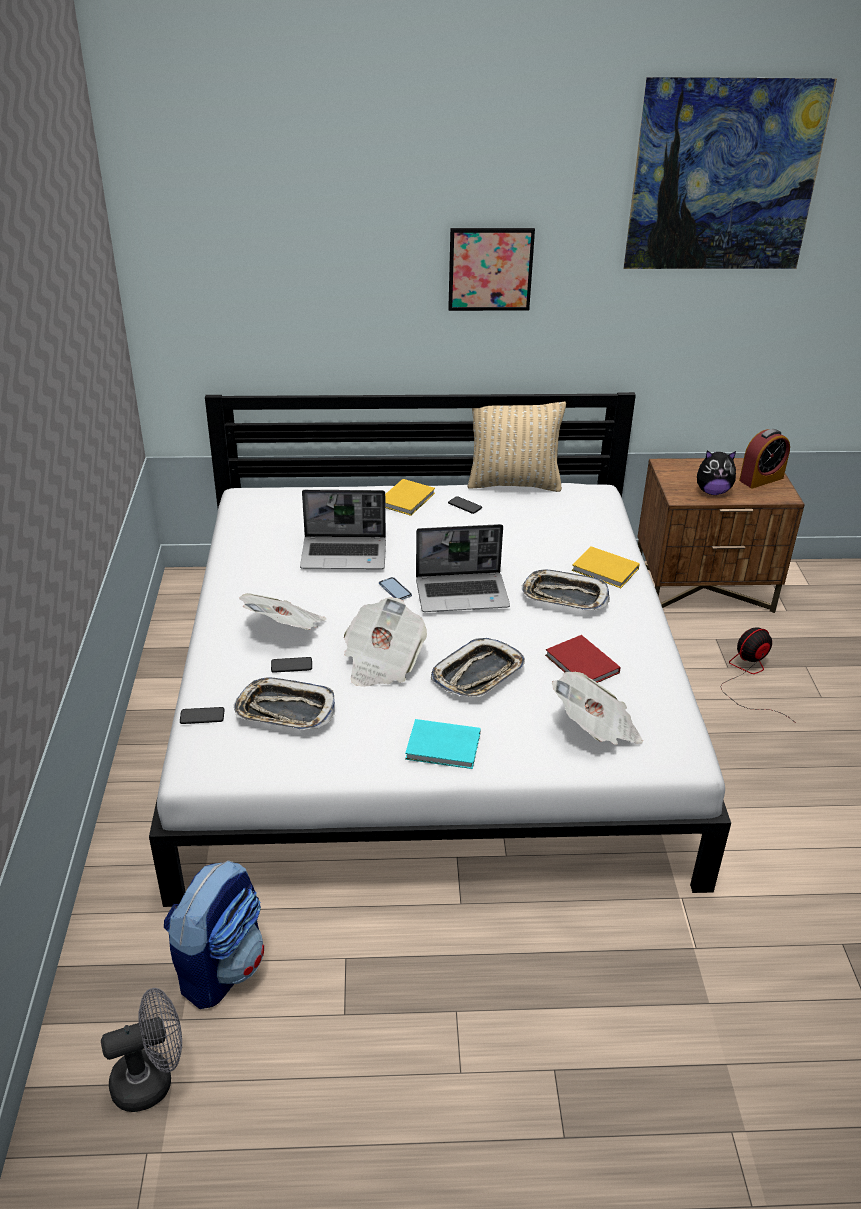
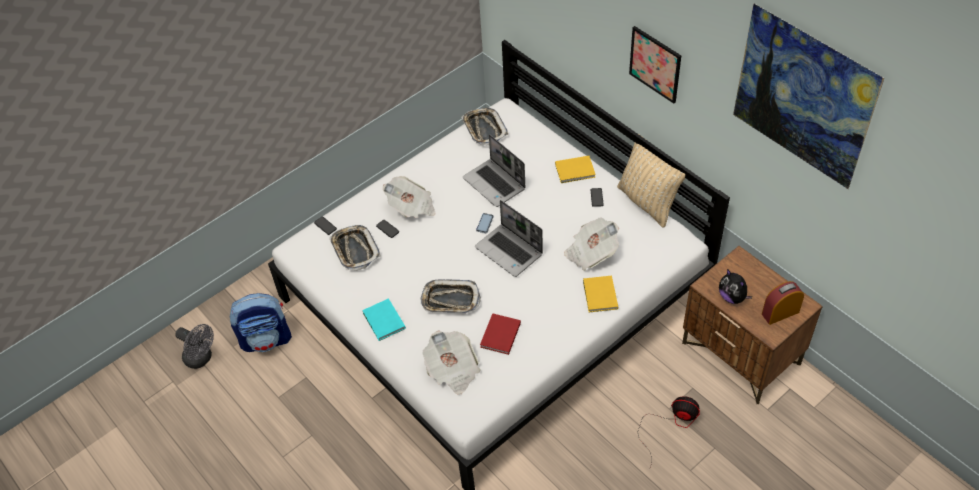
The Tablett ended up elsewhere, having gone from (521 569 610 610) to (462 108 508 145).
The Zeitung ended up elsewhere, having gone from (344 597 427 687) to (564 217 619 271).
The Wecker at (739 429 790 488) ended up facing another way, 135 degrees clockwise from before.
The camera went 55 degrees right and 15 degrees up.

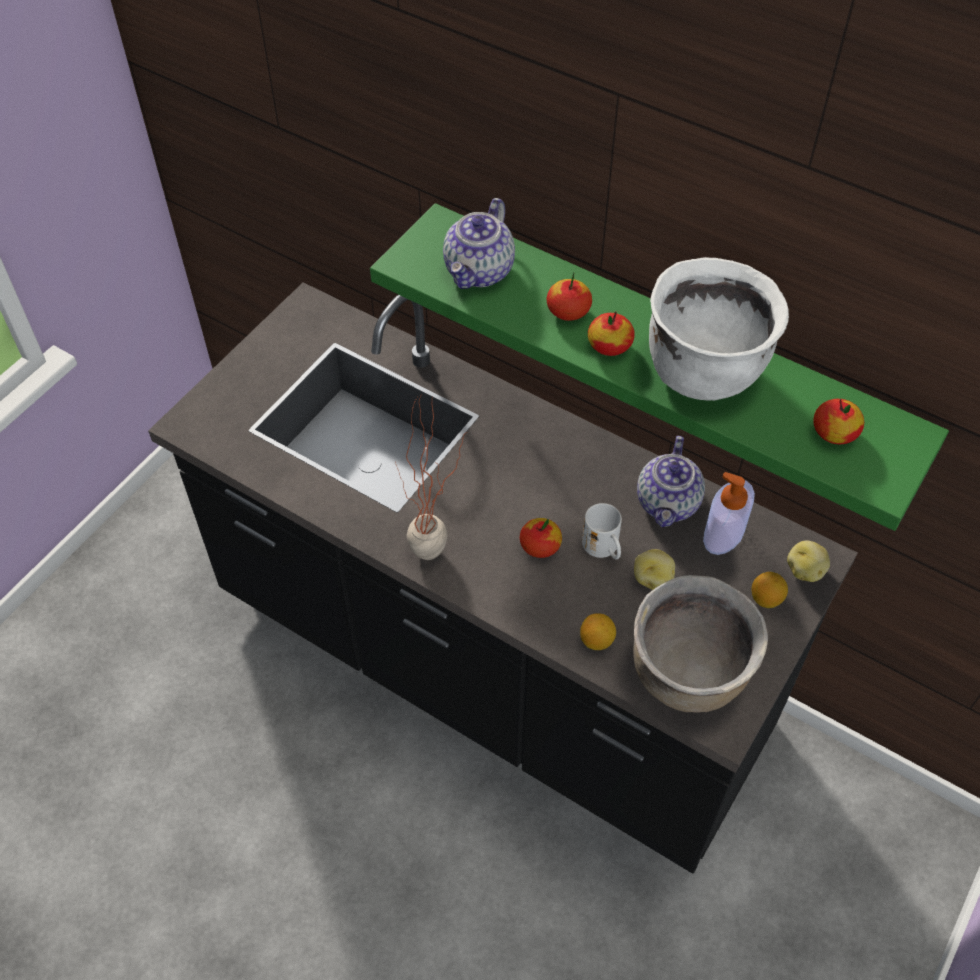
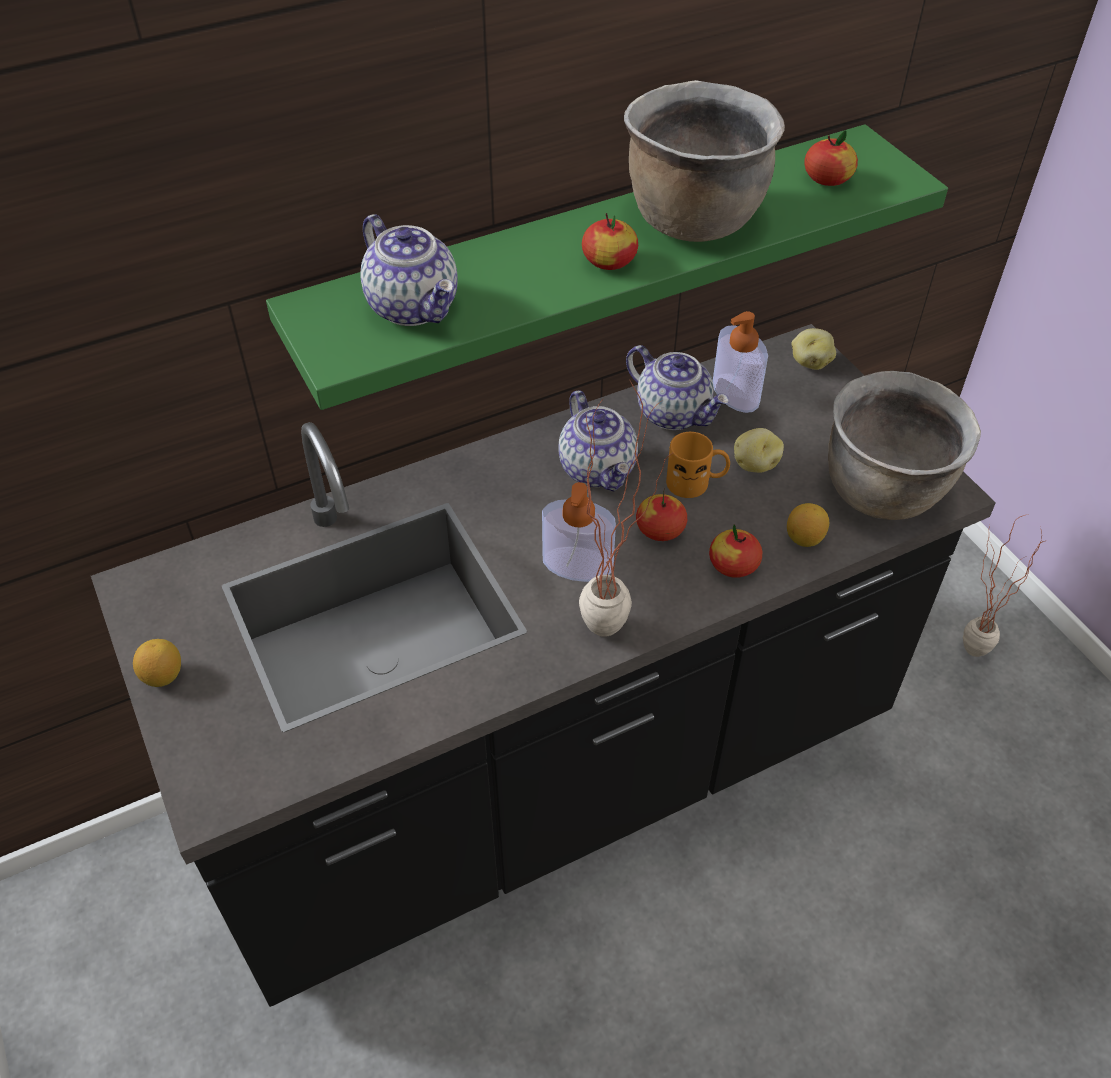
The Zitrone ended up elsewhere, having gone from (751 572 788 608) to (133 639 181 687).
The second view gained the Seifenspender at (542 482 616 582).
The second view gained the Teekanne at (558 390 638 492).
What was the Kochtopf/weiß at (649 257 789 401) turned into the Kochtopf/braun at (624 80 785 242).
What was the Henkelbecher/weiß at (582 503 622 560) turned into the Henkelbecher/orange at (666 432 730 498).
The Apfel ended up elsewhere, having gone from (547 273 592 321) to (709 524 762 578).
The second view gained the Topfpflanze at (963 515 1047 657).
The camera went 60 degrees left and 5 degrees down.

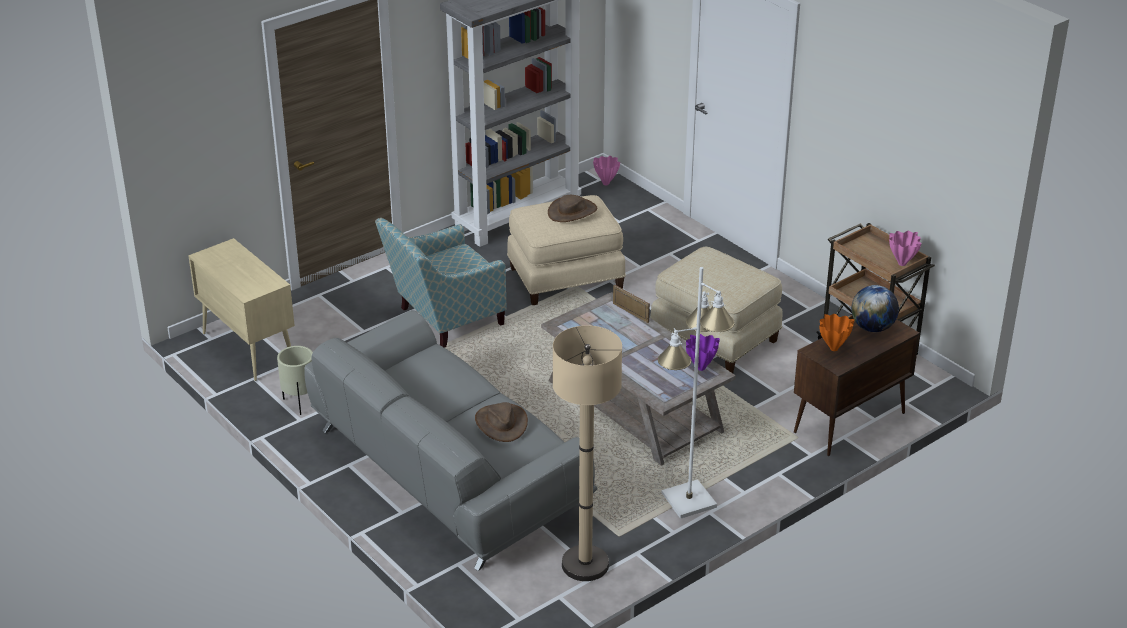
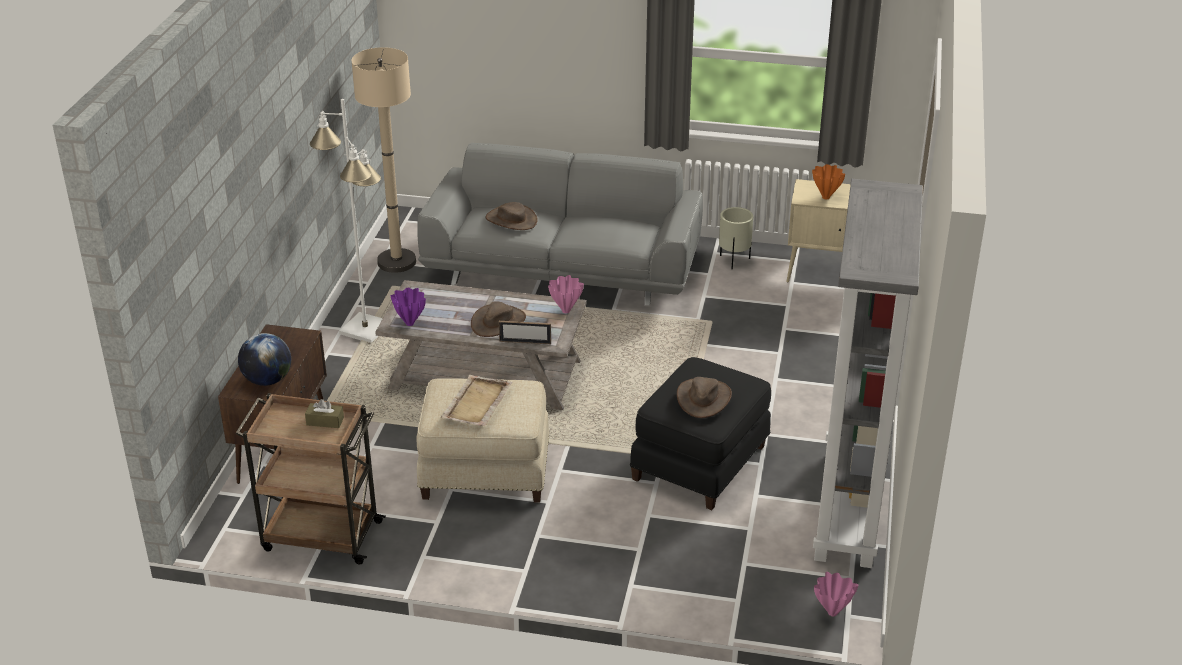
The second view gained the Taschentuchbox/braun at (305 399 344 428).
The second view gained the Tablett/beige at (441 375 512 426).
The second view gained the Hut/braun at (471 301 526 337).
The Vase/rosa ended up elsewhere, having gone from (889 231 922 266) to (548 275 584 313).
What was the Polsterhocker/beige at (507 195 626 305) turned into the Polsterhocker/schwarz at (630 357 771 510).
The Vase/orange ended up elsewhere, having gone from (819 314 854 351) to (812 164 845 200).
The second view lost the Sessel at (375 218 507 348).
The camera went 140 degrees right and 0 degrees up.

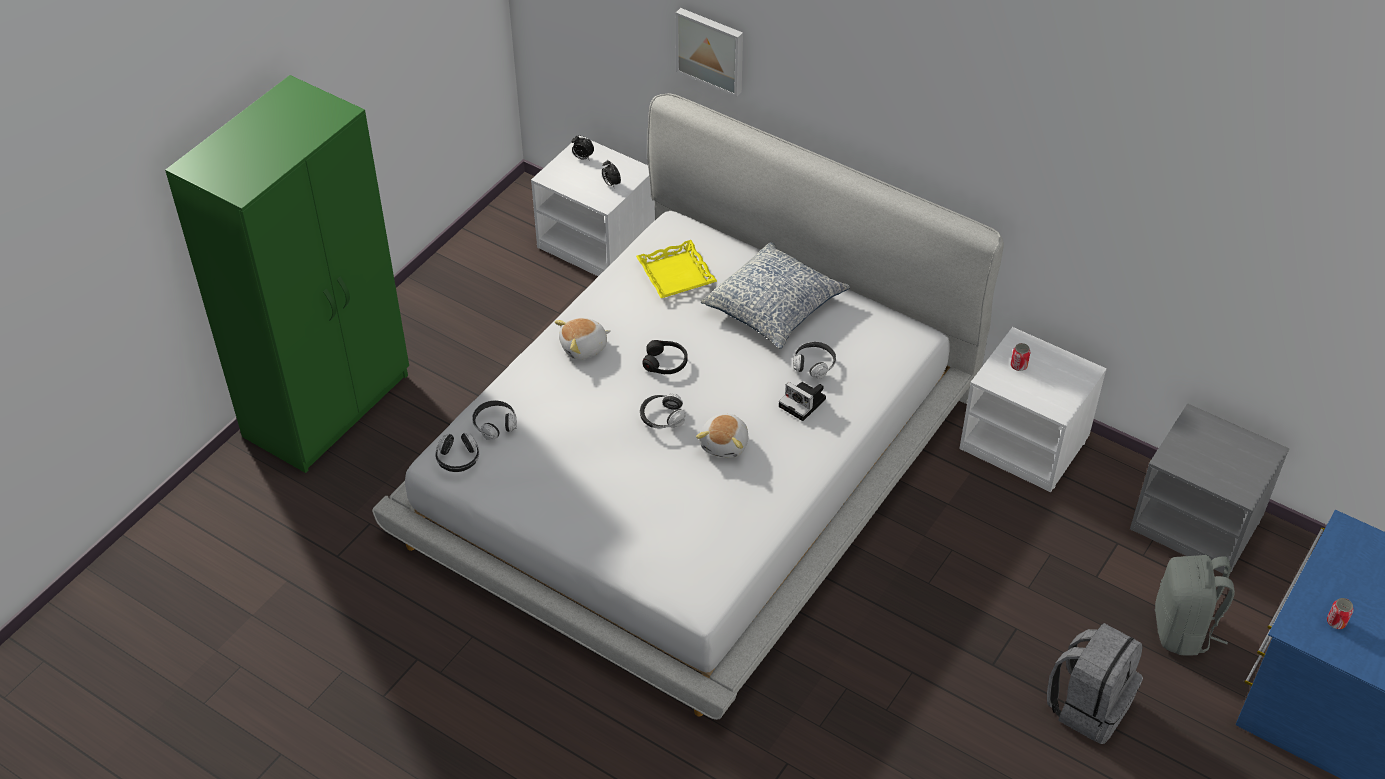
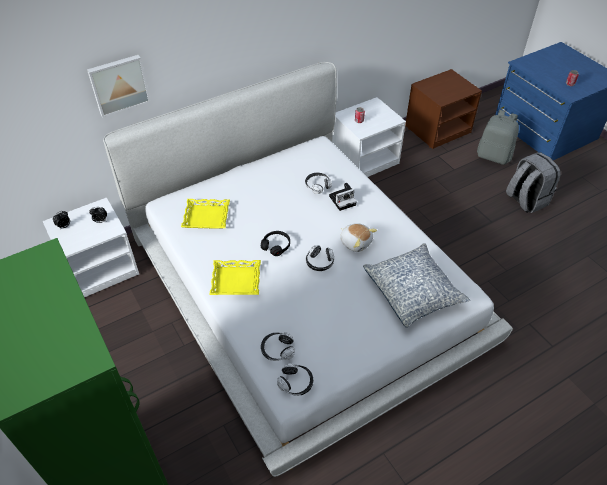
Where the Plüschtier stood at (554 318 611 360), the Tablett/gelb came to stand at (209 260 261 295).
The Kissen ended up elsewhere, having gone from (701 242 850 349) to (363 243 470 328).
What was the Nachttisch/grau at (1130 403 1289 573) turned into the Nachttisch/braun at (405 69 482 149).
The camera went 65 degrees left and 0 degrees up.

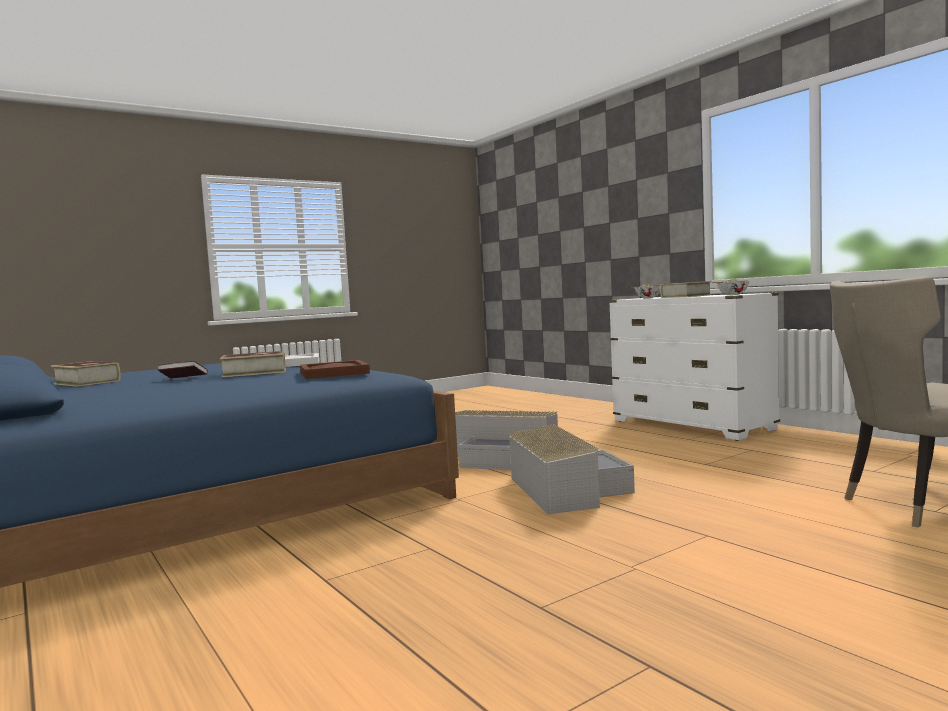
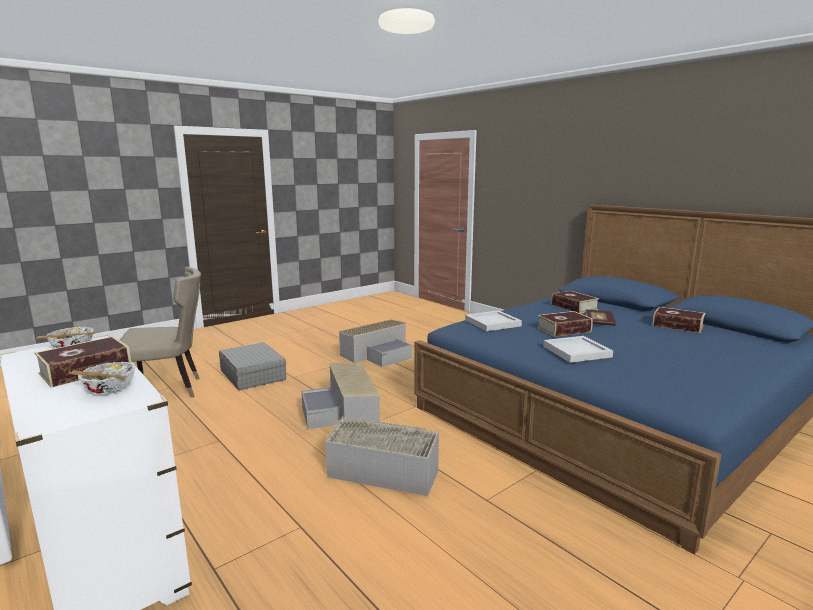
The second view gained the Koffer/grau at (219 342 286 390).
The second view gained the Aufbewahrungsbox/grau at (339 320 412 367).
What was the Tablett/braun at (300 360 370 379) turned into the Tablett/weiß at (465 310 522 331).
The second view gained the Buch at (551 291 599 313).
The camera went 175 degrees right and 10 degrees up.

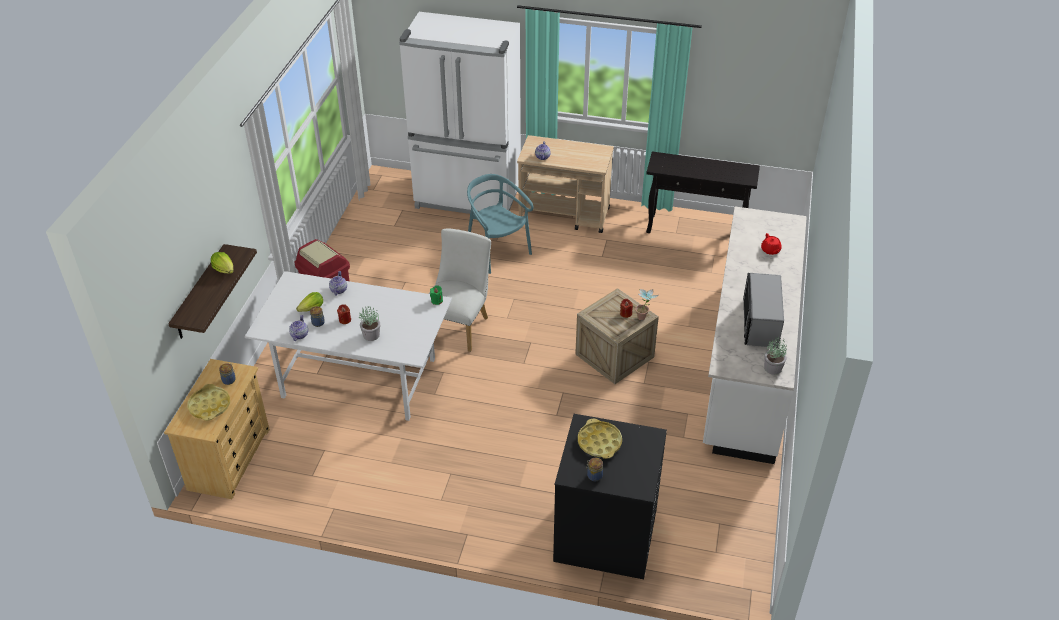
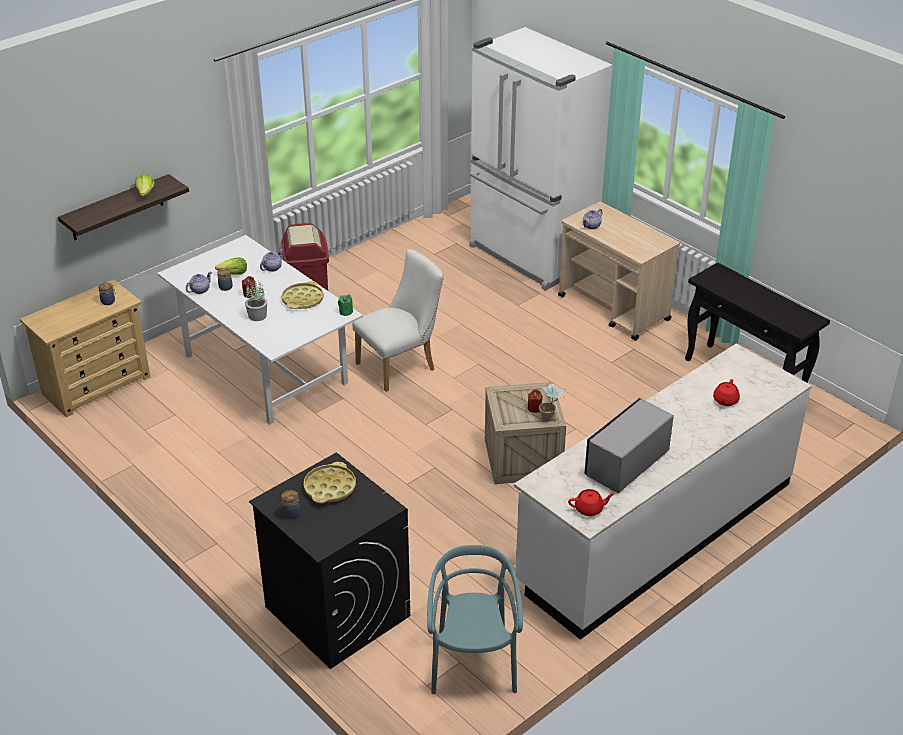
The Tablett/gelb ended up elsewhere, having gone from (187 384 230 421) to (281 281 324 309).
The Stuhl/türkis ended up elsewhere, having gone from (467 174 534 274) to (427 545 523 694).
Where the Topfpflanze stood at (764 338 787 375), the Teekanne/rot came to stand at (568 489 614 516).
The camera went 35 degrees right and 5 degrees down.

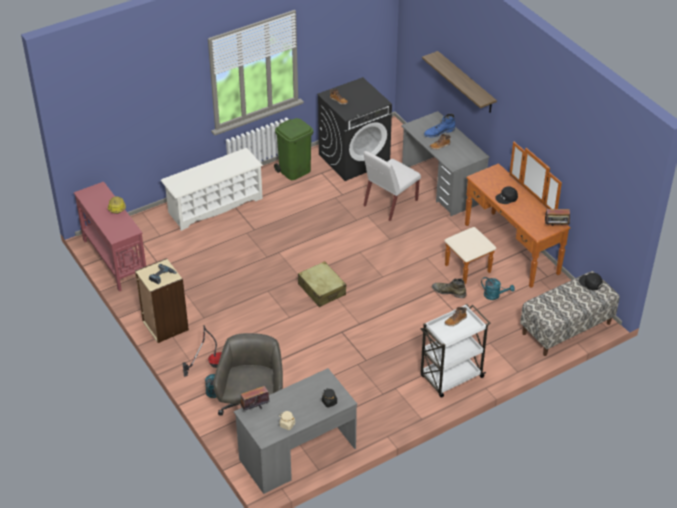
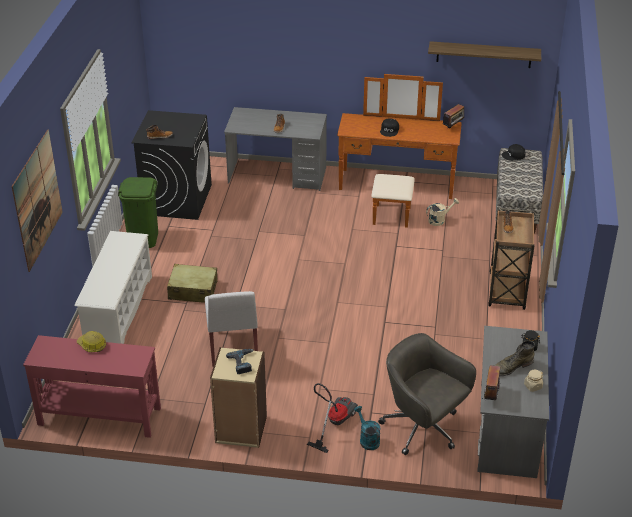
The second view gained the Bild at (12 130 63 272).
The Koffer/beige ended up elsewhere, having gone from (298 261 346 307) to (167 264 217 303).
The Stuhl/weiß ended up elsewhere, having gone from (363 151 421 221) to (205 291 258 367).
What was the Gießkanne/türkis at (481 277 515 300) turned into the Gießkanne/beige at (426 198 459 226).
The Wandregal ended up elsewhere, having gone from (422 51 497 113) to (428 41 541 68).
What was the Rollwagen/weiß at (420 304 490 398) turned into the Rollwagen/braun at (488 208 535 310).
The Stiefel/grün ended up elsewhere, having gone from (432 279 466 298) to (495 340 535 376).
The second view lost the Stiefel/blau at (424 113 455 137).
The camera went 50 degrees left and 5 degrees down.

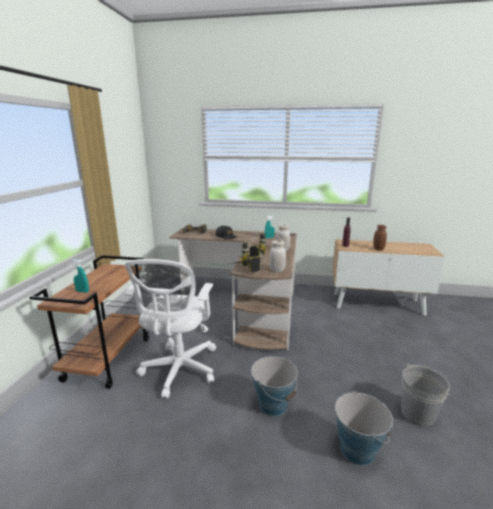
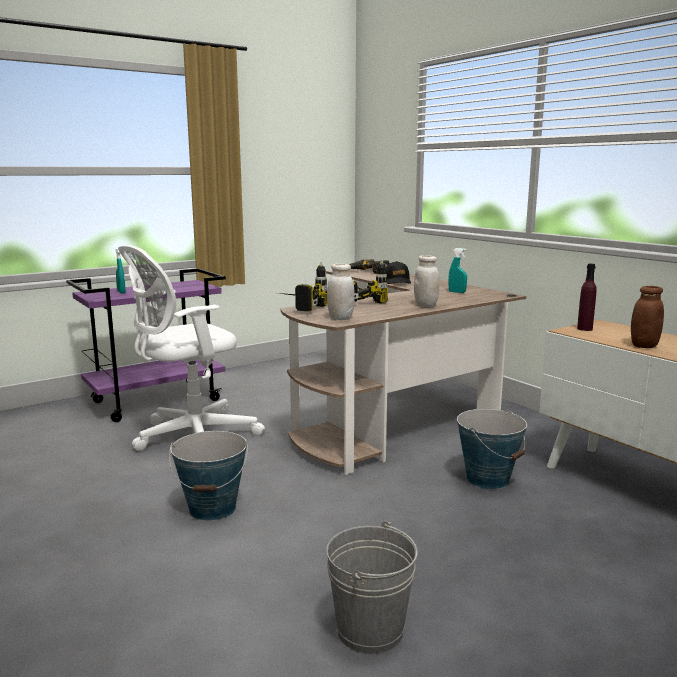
What was the Rollwagen/braun at (29 255 149 389) turned into the Rollwagen/lila at (66 268 226 422).
The Eimer ended up elsewhere, having gone from (335 391 393 466) to (457 409 527 490).
The camera went 45 degrees right and 5 degrees down.

